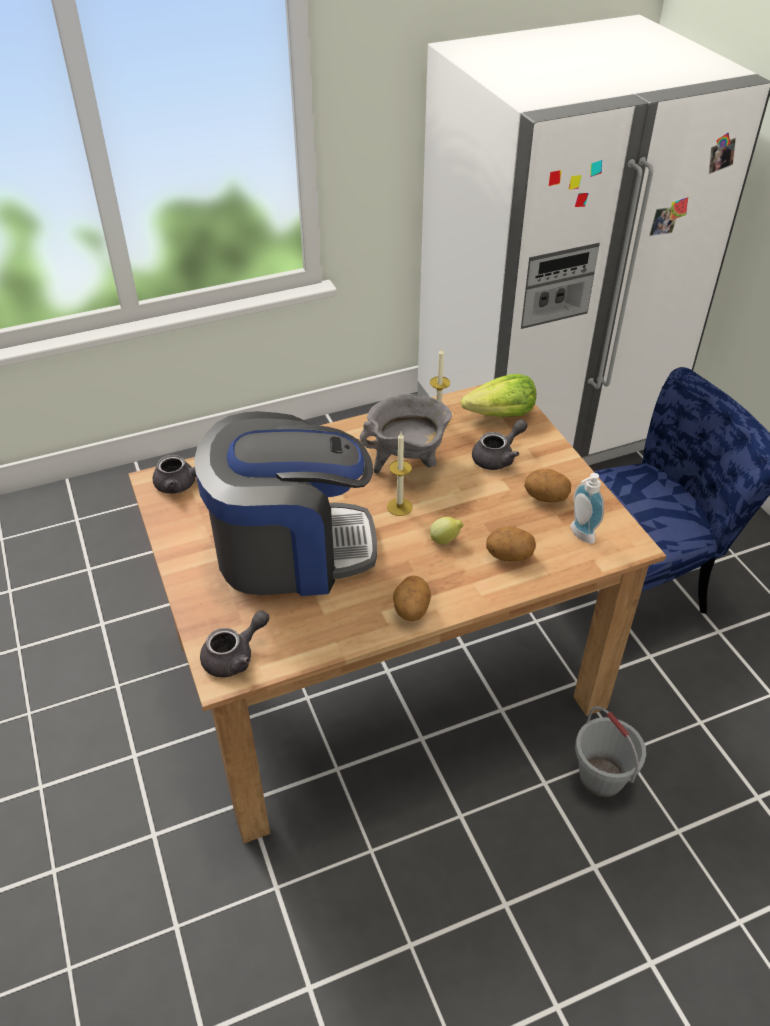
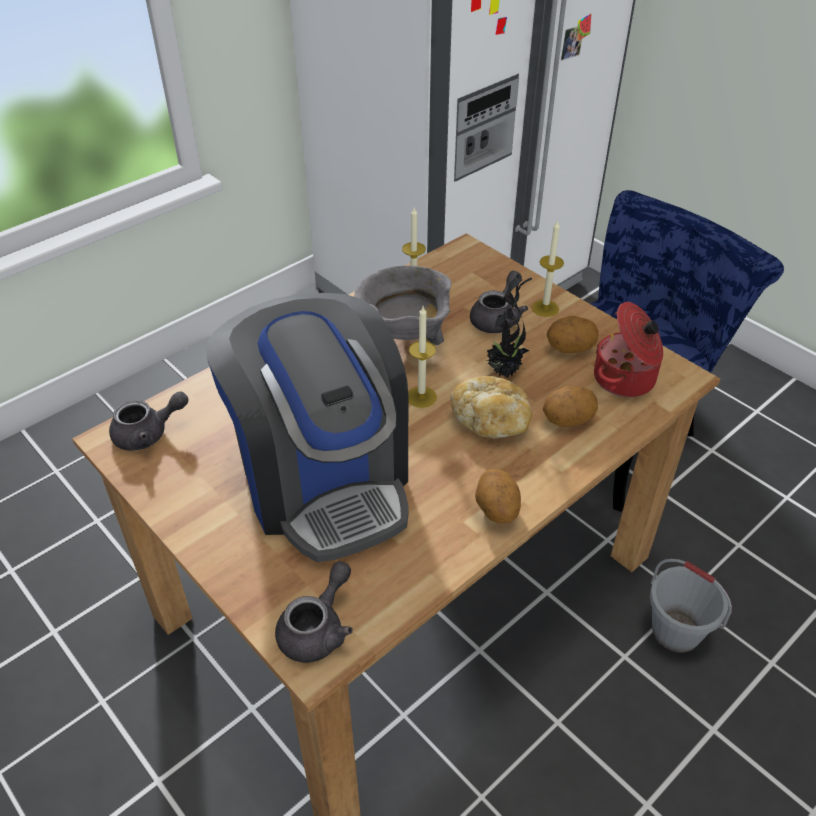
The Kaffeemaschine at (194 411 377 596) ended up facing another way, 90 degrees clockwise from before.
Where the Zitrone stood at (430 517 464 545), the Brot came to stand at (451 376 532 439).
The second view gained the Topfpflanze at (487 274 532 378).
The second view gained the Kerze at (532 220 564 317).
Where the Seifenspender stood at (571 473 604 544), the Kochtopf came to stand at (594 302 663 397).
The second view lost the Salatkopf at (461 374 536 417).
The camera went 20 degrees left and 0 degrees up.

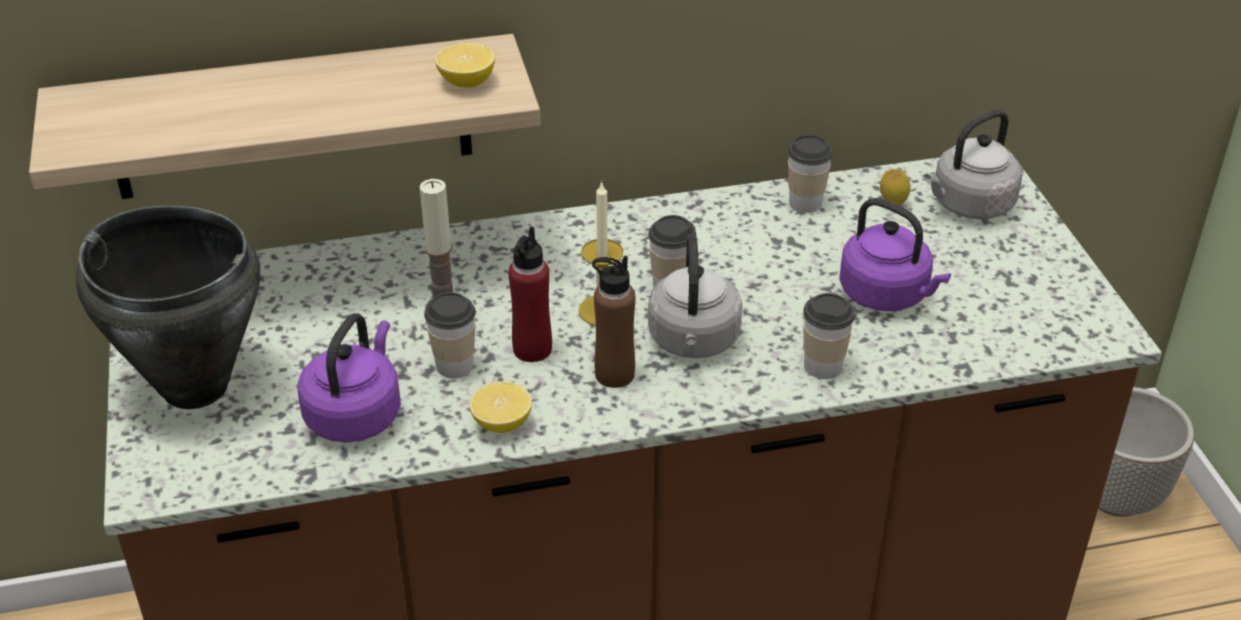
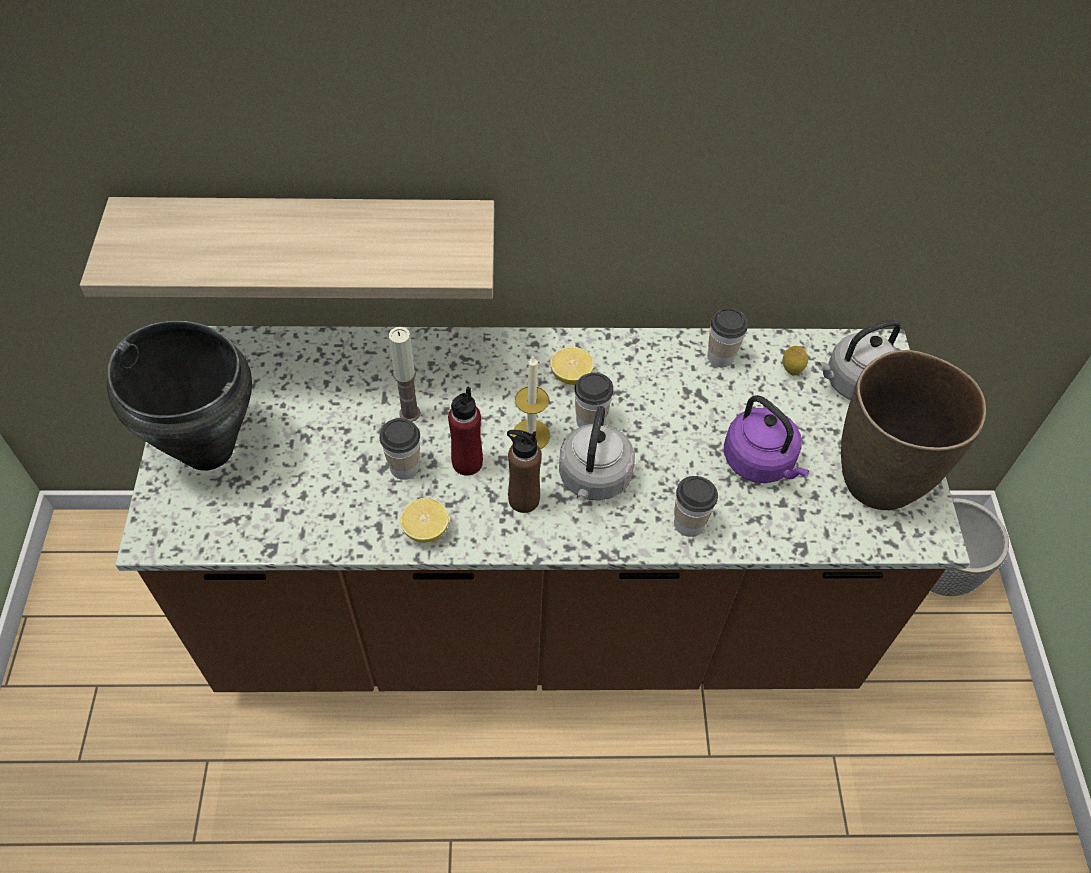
The Zitrone ended up elsewhere, having gone from (435 43 495 88) to (550 347 594 385).
The second view gained the Vase/braun at (841 350 986 510).
The second view lost the Wasserkessel/lila at (298 313 401 442).
The camera went 10 degrees right and 15 degrees up.

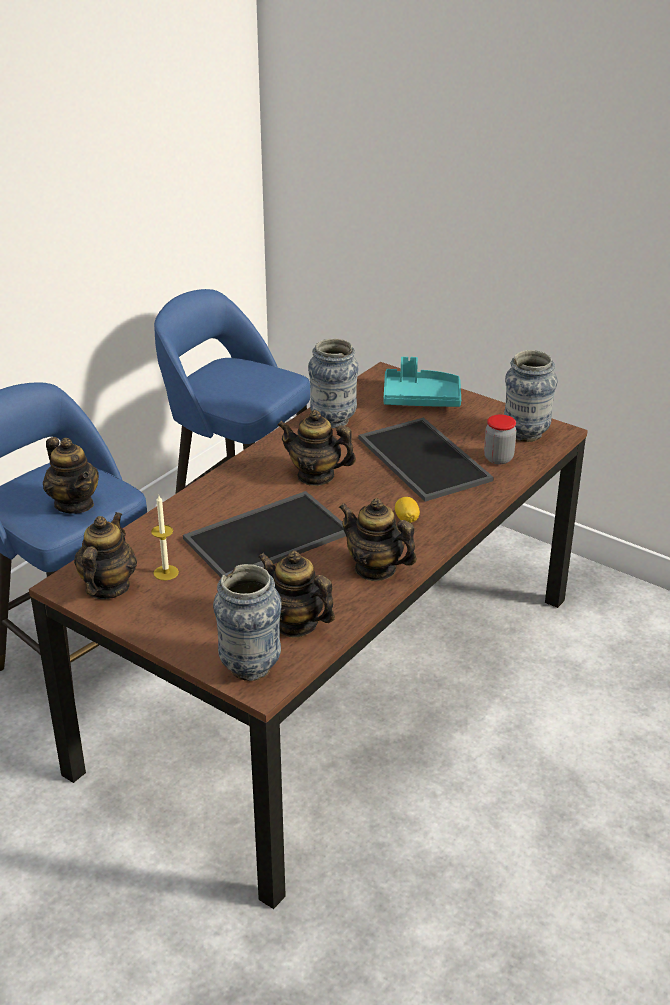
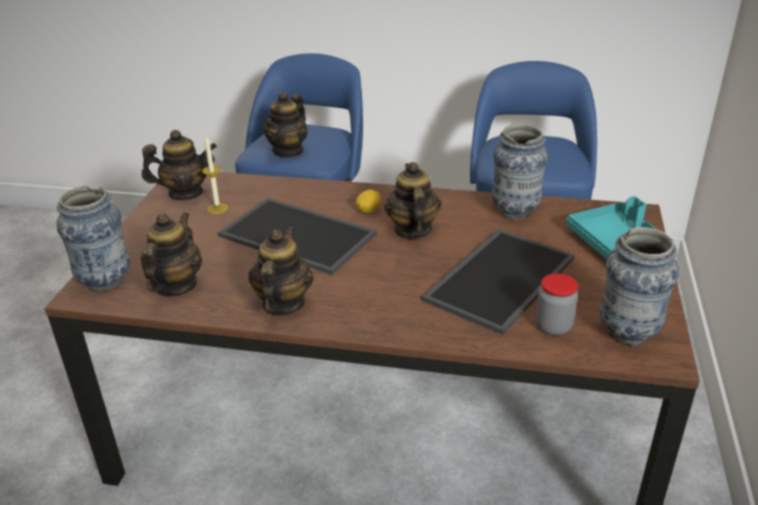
The Zitrone ended up elsewhere, having gone from (395 497 420 523) to (356 190 381 213).
The camera went 65 degrees right and 0 degrees up.

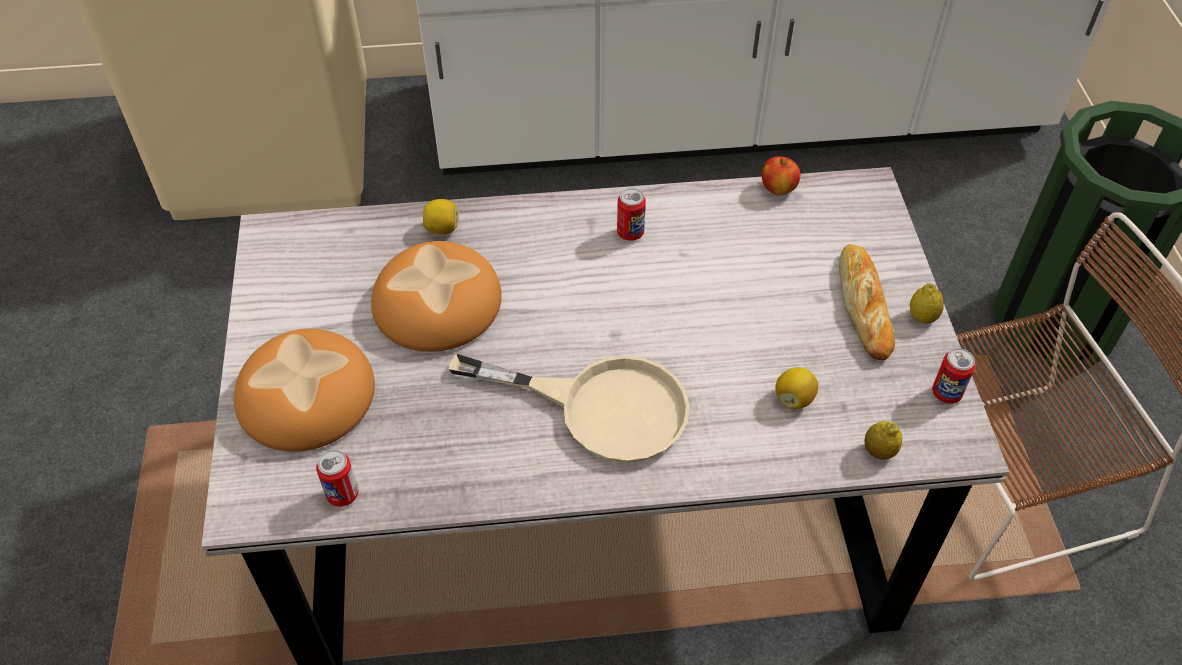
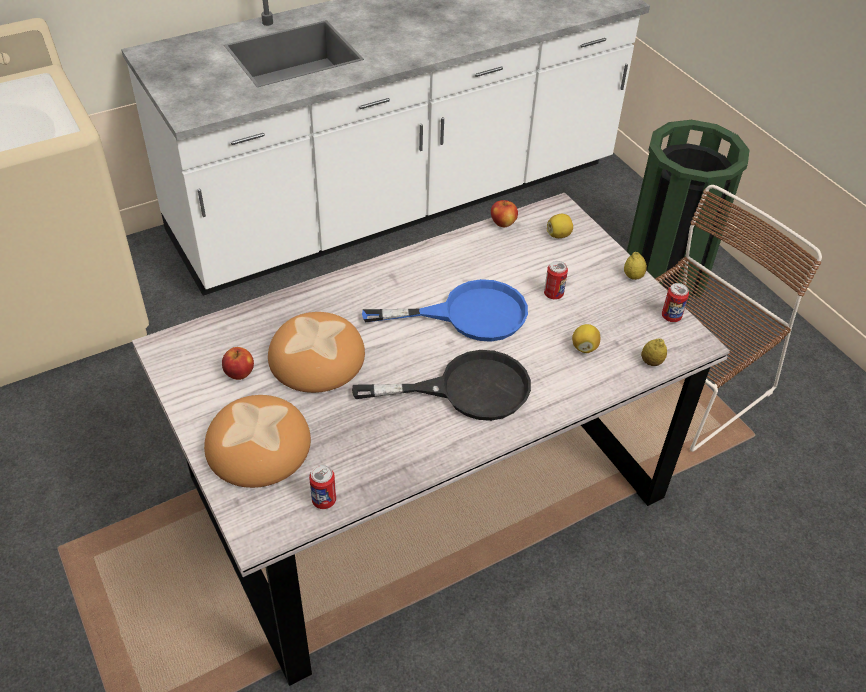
The second view gained the Apfel at (222 347 254 380).
What was the Pfanne/beige at (449 354 690 463) turned into the Pfanne/schwarz at (352 350 531 421).
The second view gained the Pfanne/blau at (362 279 528 342).
The Dose ended up elsewhere, having gone from (617 188 646 241) to (544 261 568 300).
The Zitrone ended up elsewhere, having gone from (423 199 459 234) to (547 214 573 238).
The second view lost the Brot at (839 244 895 360).
The camera went 25 degrees left and 5 degrees down.

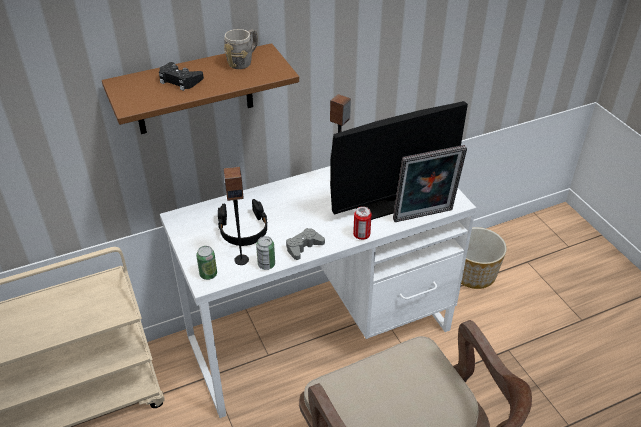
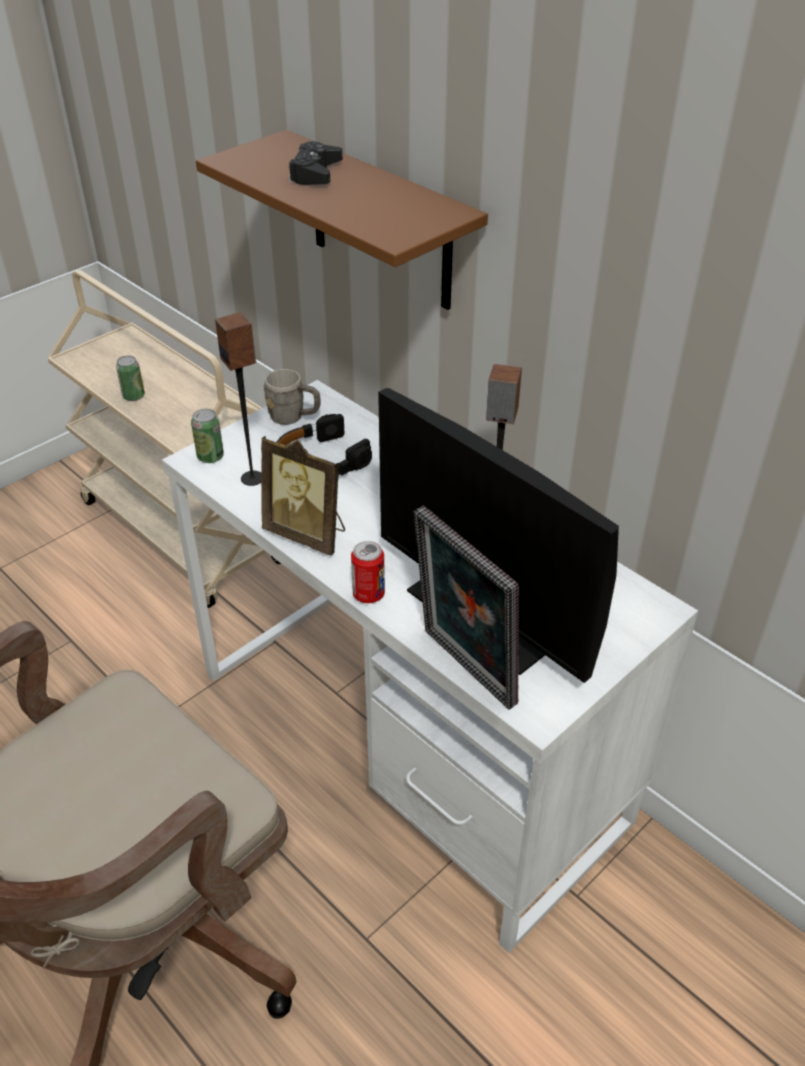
The Dose ended up elsewhere, having gone from (256 236 275 270) to (116 356 145 401).
Where the Gamepad/grau stood at (286 228 325 260), the Bilderrahmen came to stand at (261 436 345 555).
The Henkelbecher/grau ended up elsewhere, having gone from (224 29 258 69) to (264 369 321 425).
The second view lost the Pflanzkübel at (461 227 507 289).
The camera went 70 degrees right and 0 degrees up.

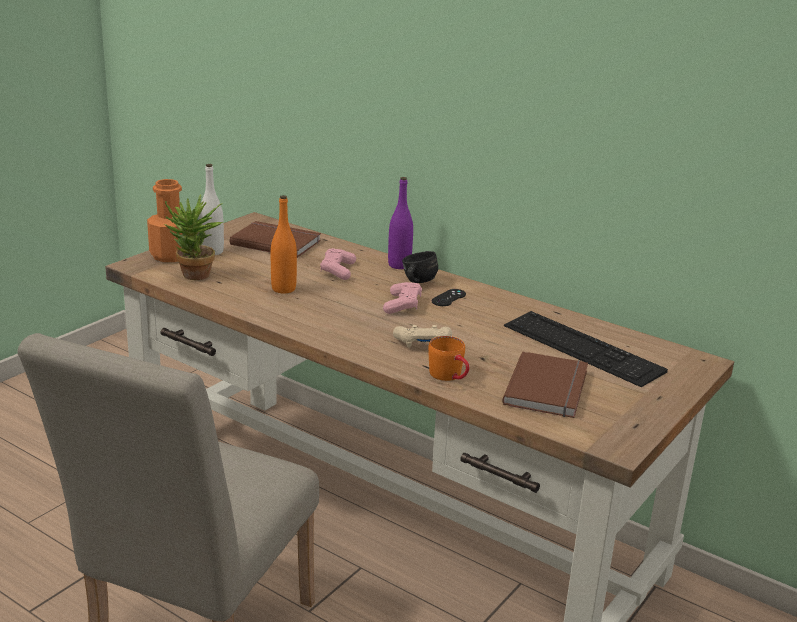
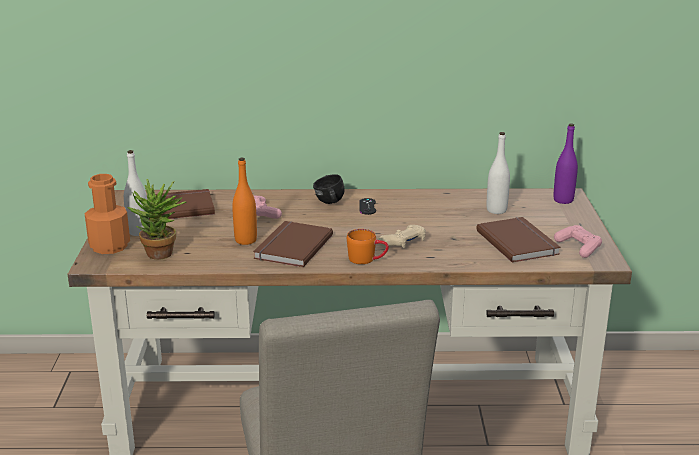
The second view gained the Buch/braun at (253 221 333 267).
The Henkelbecher/orange ended up elsewhere, having gone from (428 336 470 381) to (347 229 389 264).
Where the Tastatur stood at (504 311 668 387), the Flasche/weiß came to stand at (487 132 510 214).
The Flasche/lila ended up elsewhere, having gone from (388 177 413 269) to (554 123 578 204).
The Gamepad/rosa ended up elsewhere, having gone from (383 282 422 314) to (554 225 602 258).
The camera went 35 degrees left and 0 degrees up.

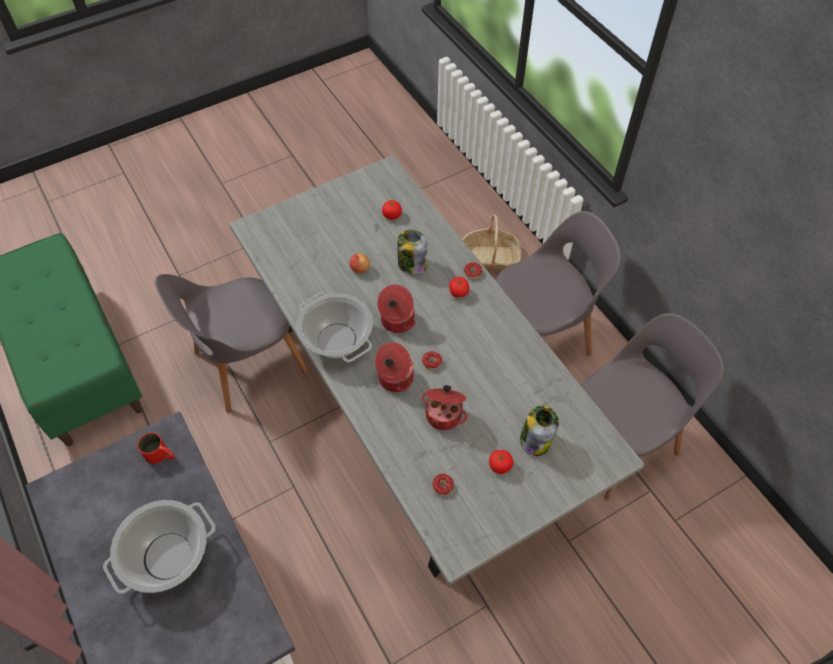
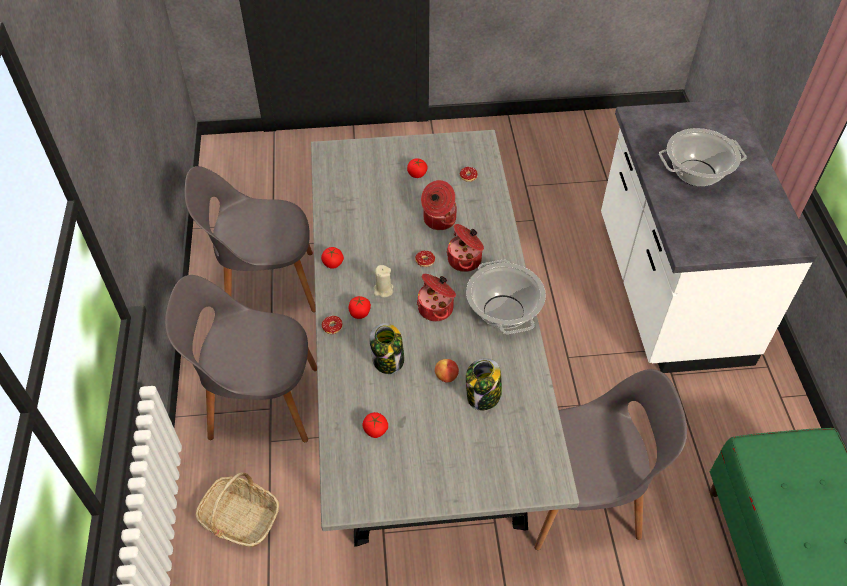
The second view gained the Tomate at (321 247 344 269).
The second view gained the Kerze/beige at (374 265 393 297).
The Vorratsglas ended up elsewhere, having gone from (520 406 559 456) to (466 358 502 411).
The second view lost the Henkelbecher/rot at (137 432 175 464).
The camera went 155 degrees left and 5 degrees down.

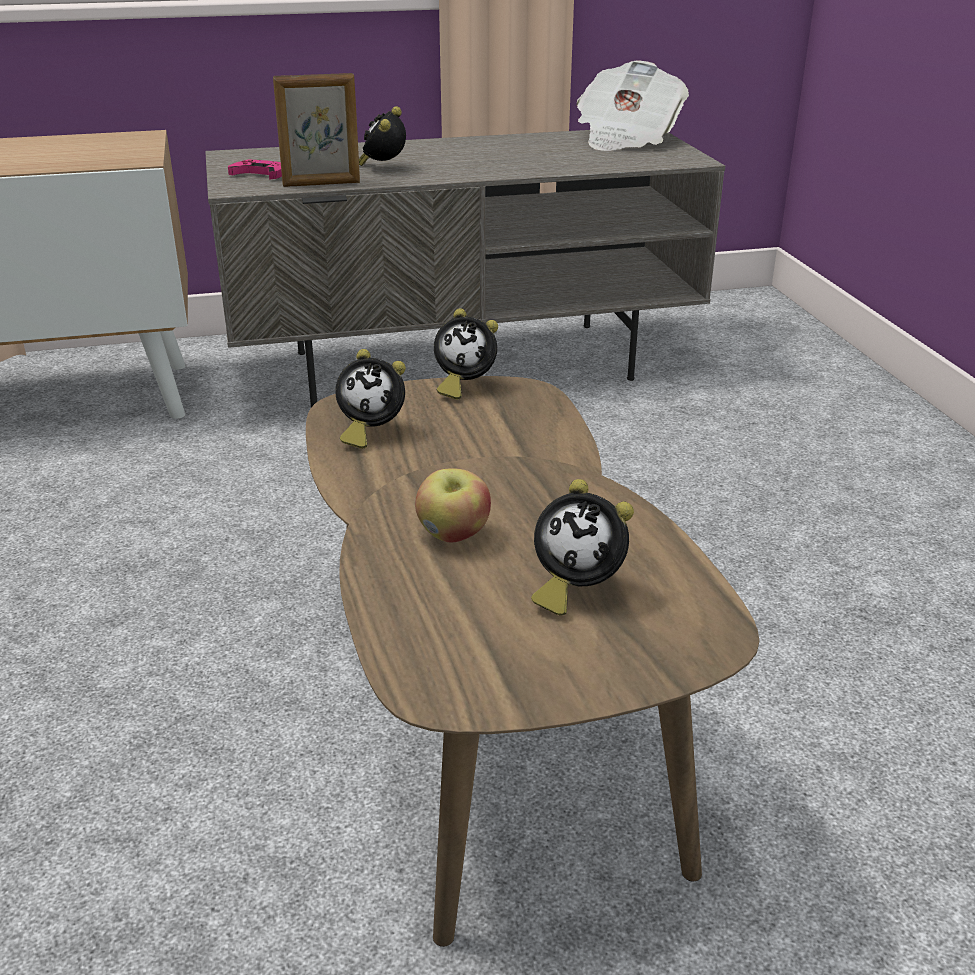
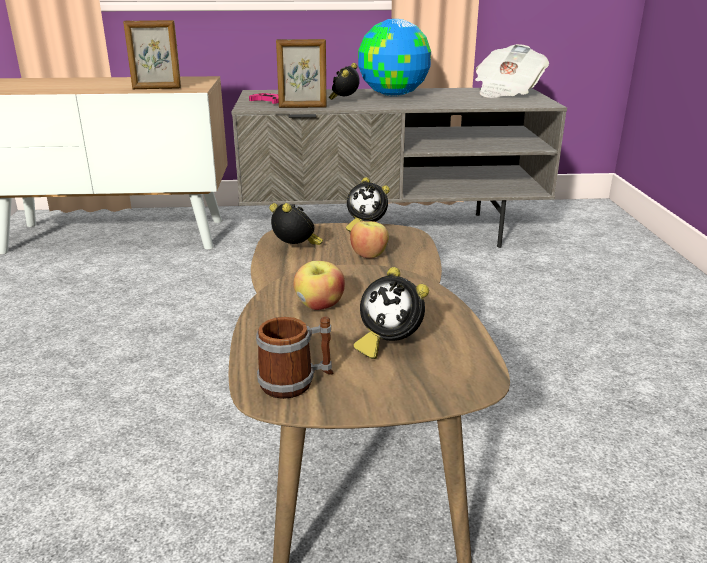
The second view gained the Bilderrahmen at (123 20 181 89).
The second view gained the Henkelbecher at (256 316 333 399).
The Wecker at (335 349 406 449) ended up facing another way, 150 degrees counterclockwise from before.
The second view gained the Apfel at (350 221 389 258).
The second view gained the Globus at (358 19 431 97).
The camera went 10 degrees right and 5 degrees down.

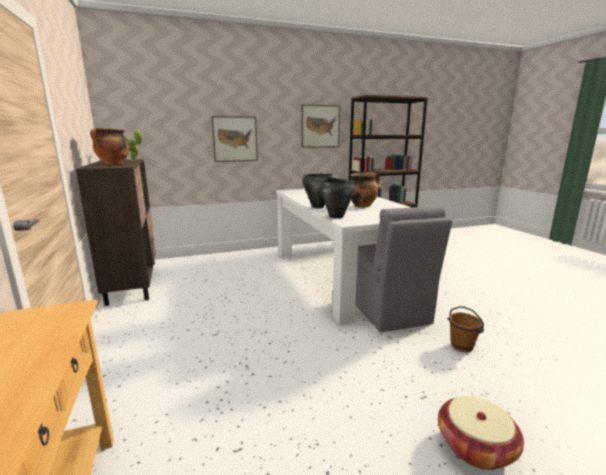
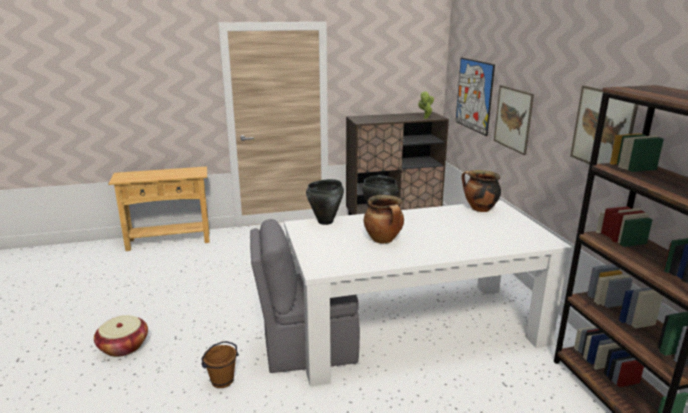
The second view gained the Bild at (456 58 495 136).
The Kochtopf ended up elsewhere, having gone from (90 128 129 165) to (462 170 501 212).
The camera went 95 degrees right and 5 degrees up.

